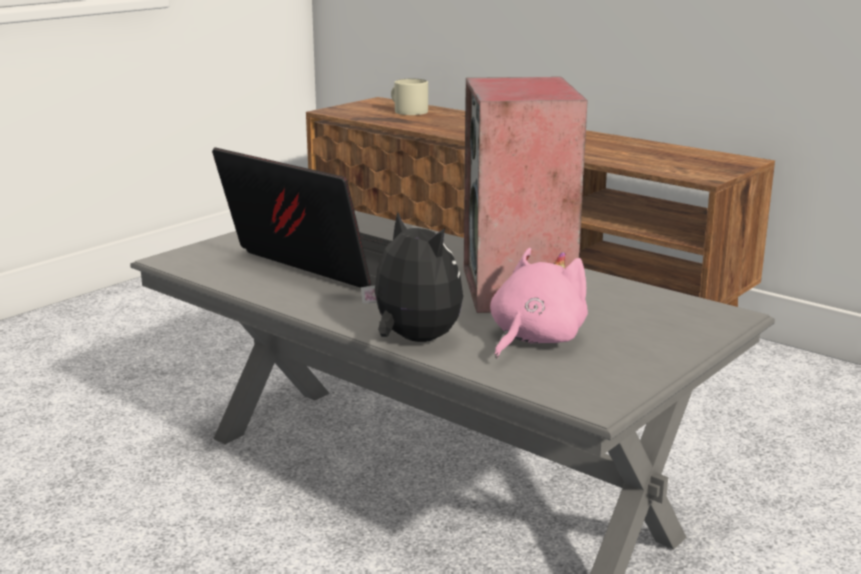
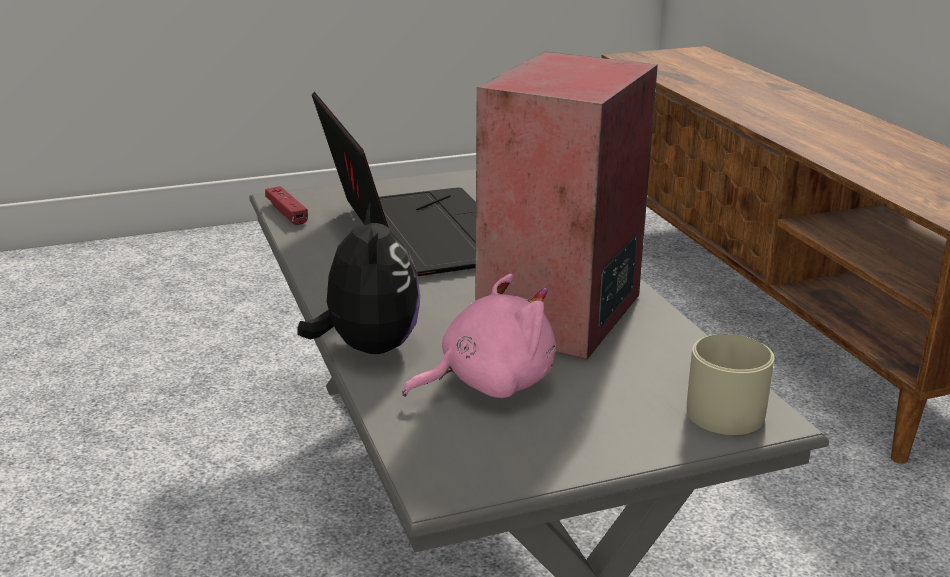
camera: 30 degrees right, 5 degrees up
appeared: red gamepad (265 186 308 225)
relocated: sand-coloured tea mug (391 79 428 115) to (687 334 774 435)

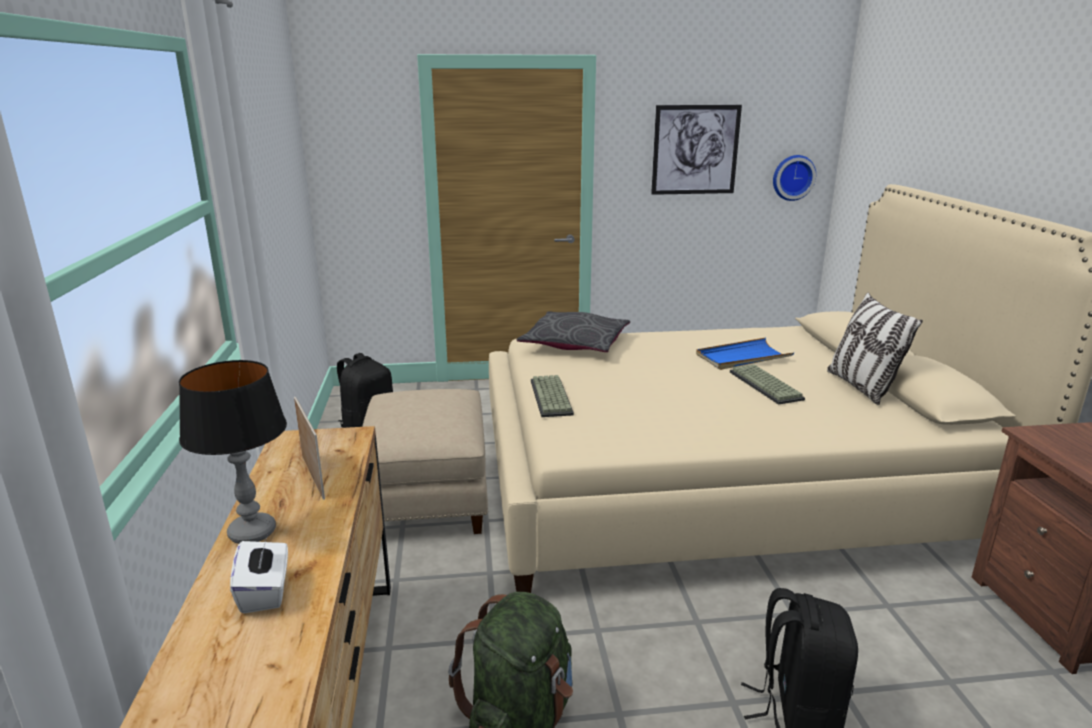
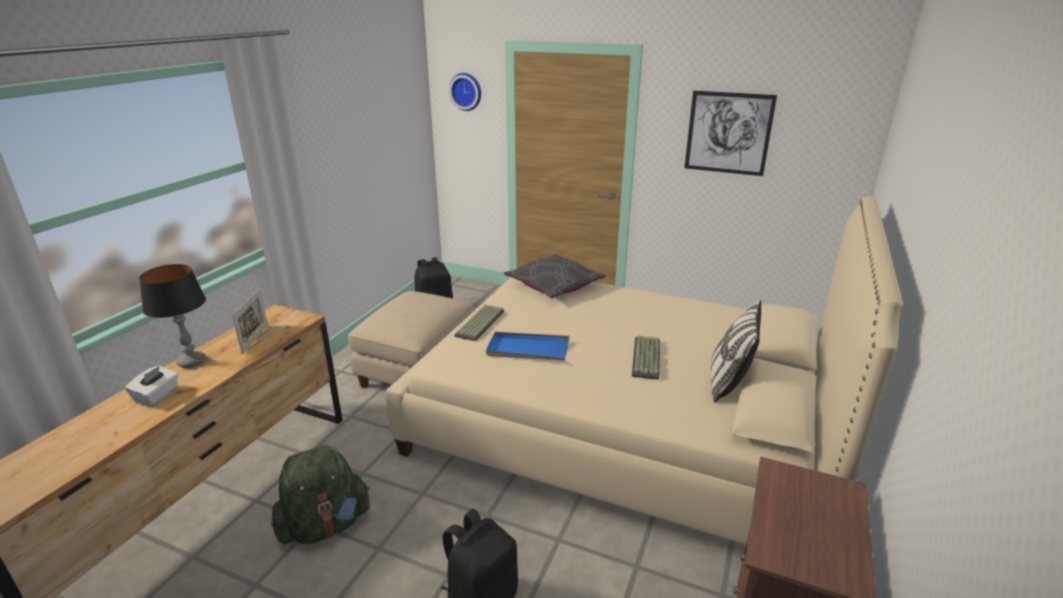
camera: 30 degrees right, 5 degrees up
relocated: wall clock (773 155 816 201) to (449 73 481 111); blue carrying tray (696 338 794 370) to (486 332 569 361)

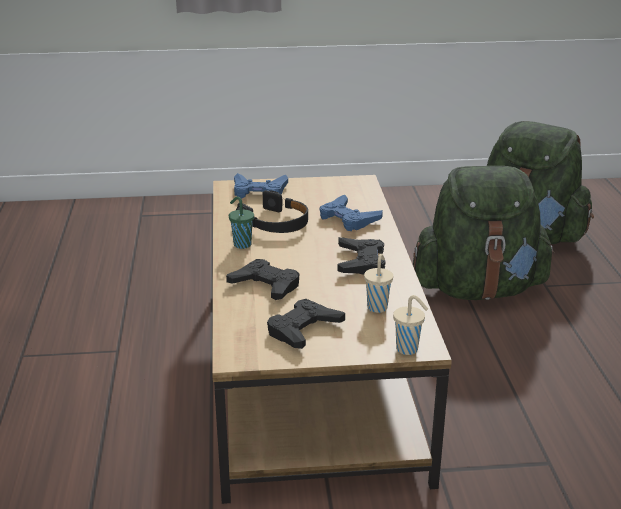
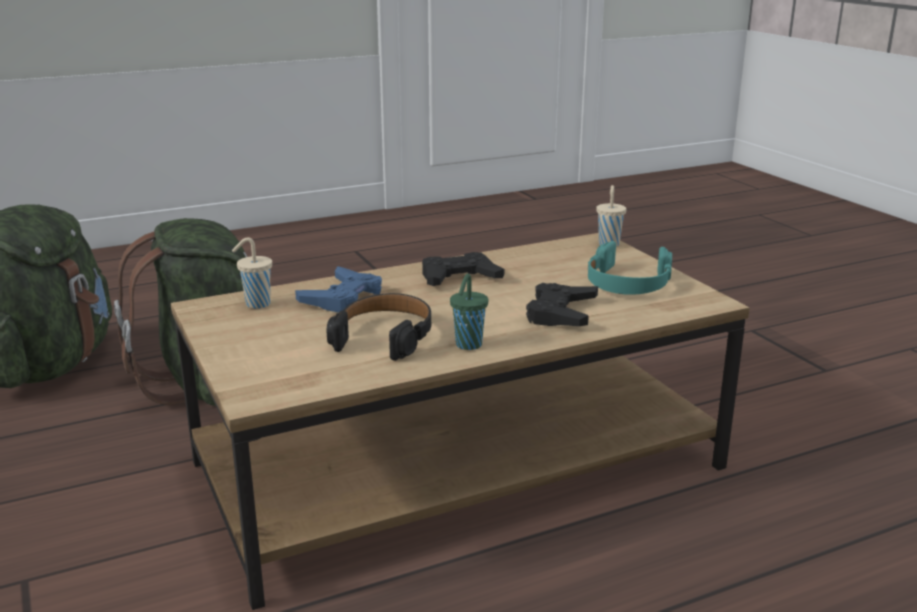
camera: 110 degrees left, 5 degrees down
missing: blue gamepad (234 173 288 199)
relocated: sand-coloured cup (364 254 393 313) to (232 237 272 309)
exchanged: black-coloured gamepad (267 299 345 349) to turquoise headset (588 241 672 295)

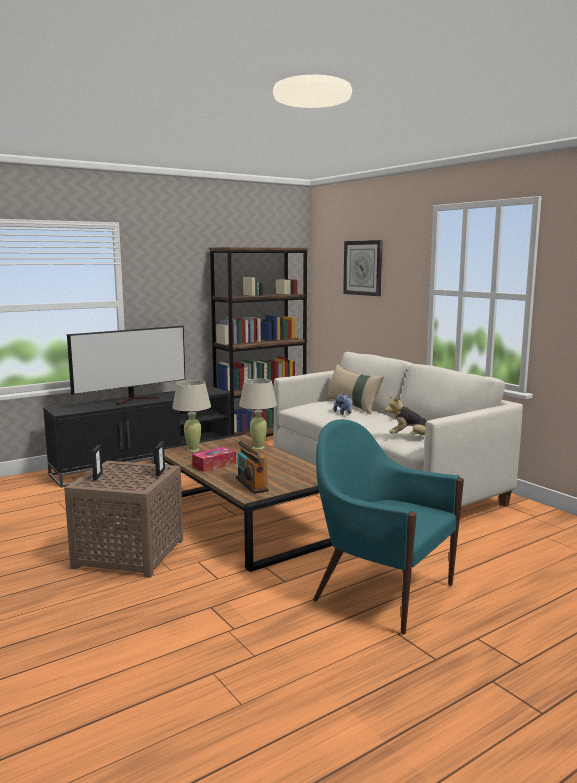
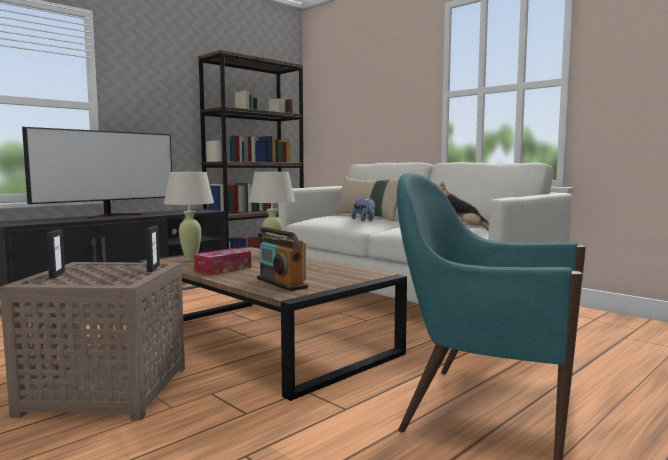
camera: 10 degrees left, 5 degrees down
missing: wall clock (343 240 382 296)

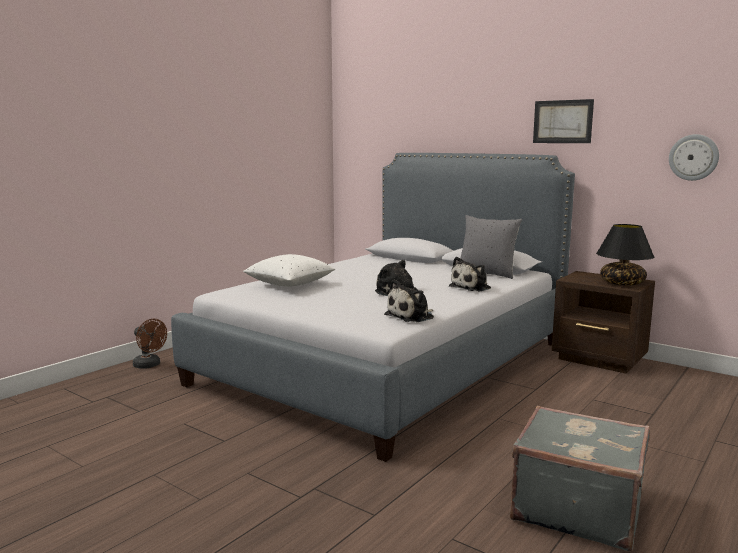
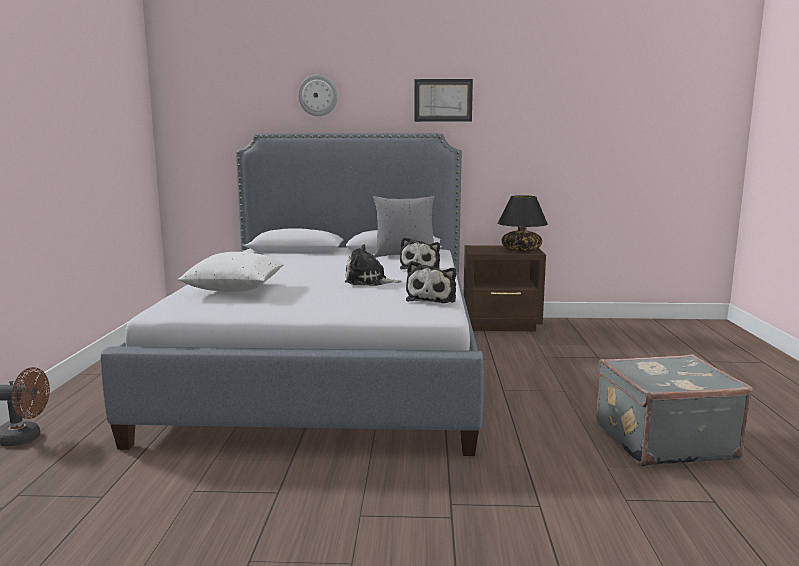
camera: 35 degrees left, 0 degrees up
relocated: wall clock (669 134 719 181) to (298 75 338 116)

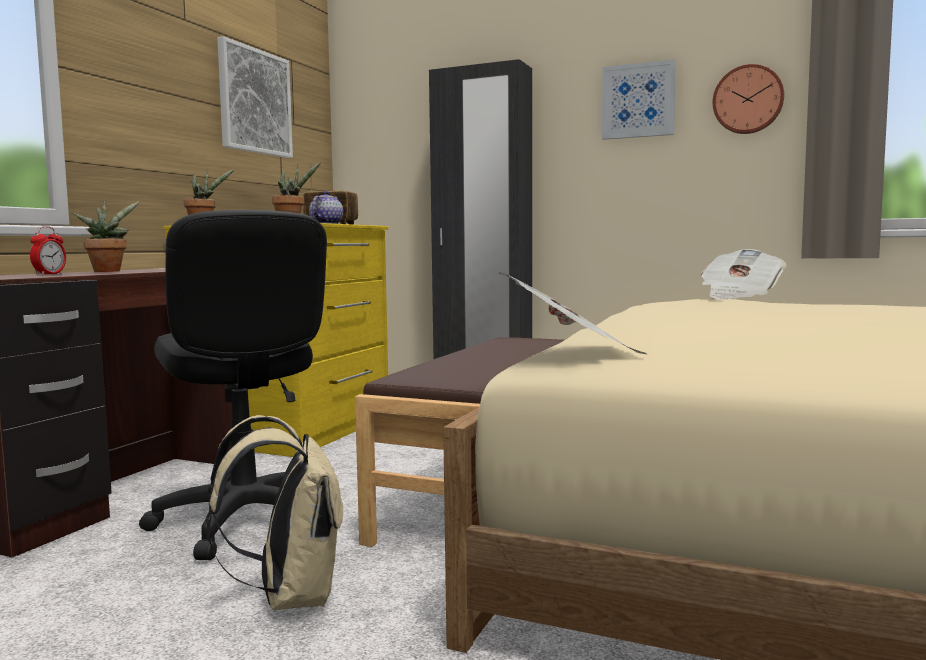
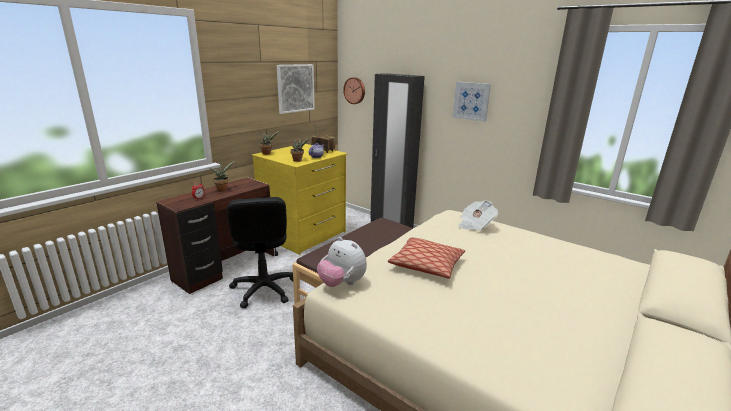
camera: 15 degrees right, 15 degrees up
missing: sand-coloured rucksack (206 415 343 611)
appeared: throw pillow (388 238 465 278)
relocated: wall clock (712 64 784 134) to (343 77 365 104)
exchanged: printed paper (498 272 647 354) to cuddly toy (317 237 367 287)

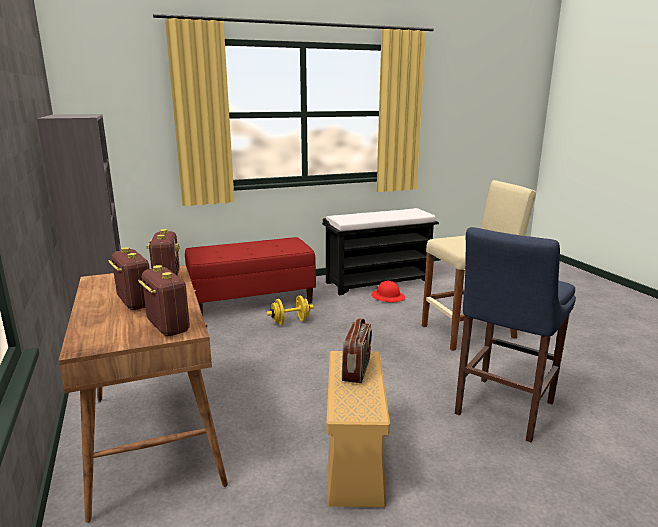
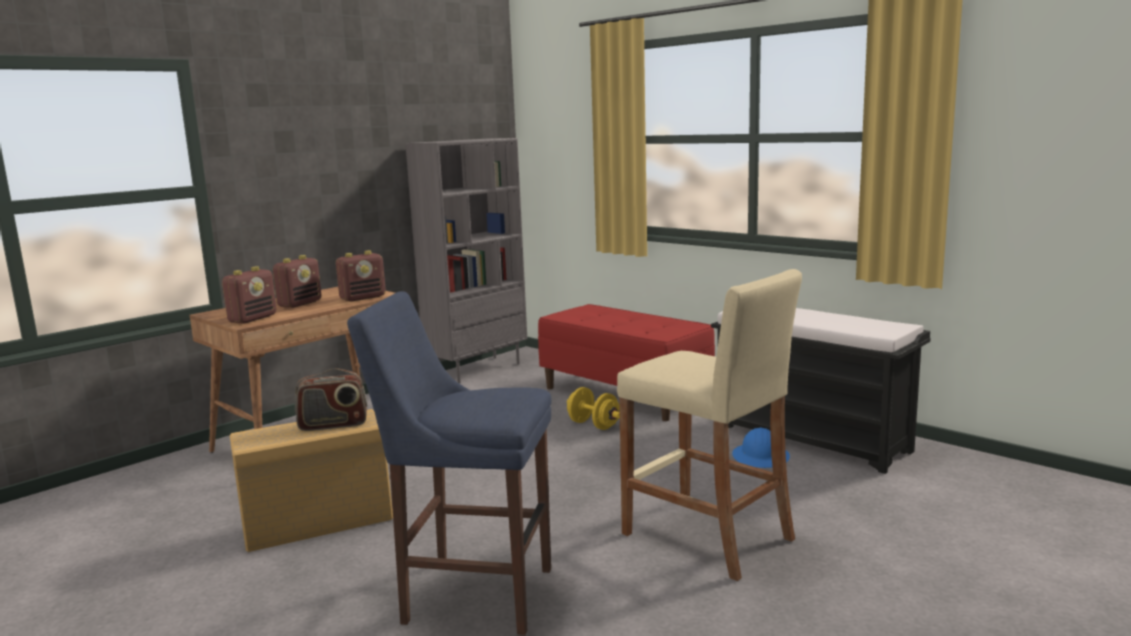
camera: 65 degrees right, 5 degrees down
colour: red hard hat (371 281 405 302) to blue hard hat (732 428 790 468)

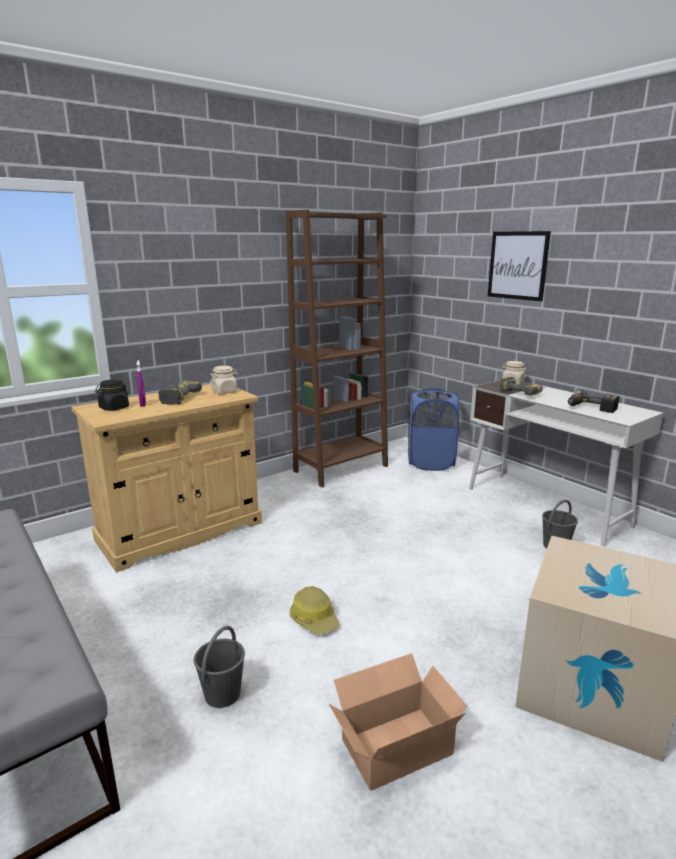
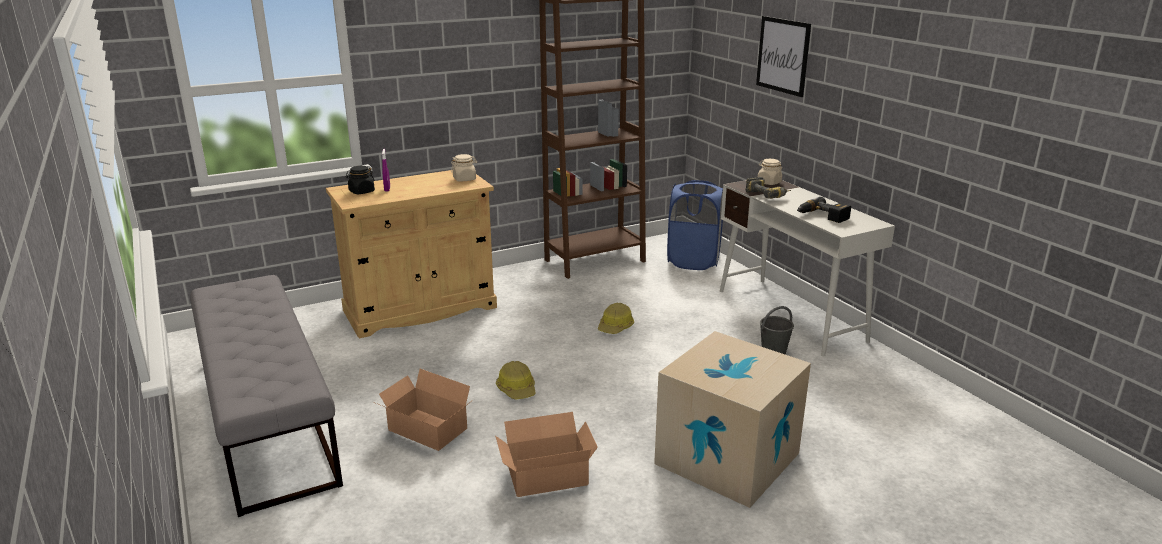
camera: 10 degrees right, 5 degrees up
missing: drill (158 381 202 405)
appeared: hard hat (598 303 634 334)
exchanged: gray water bucket (194 625 245 708) to cardboard box (376 369 473 451)

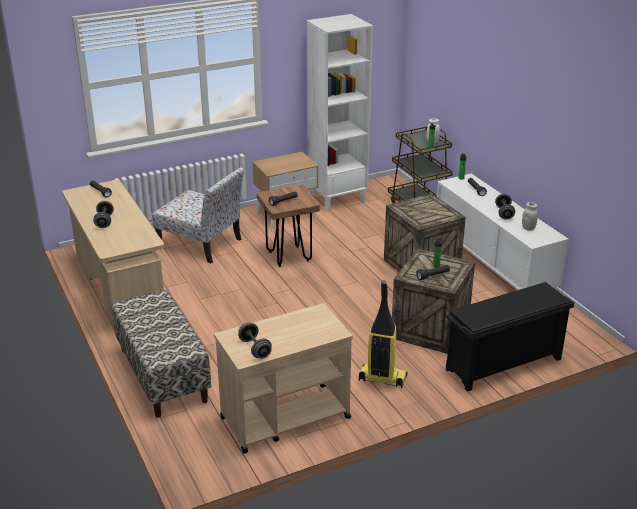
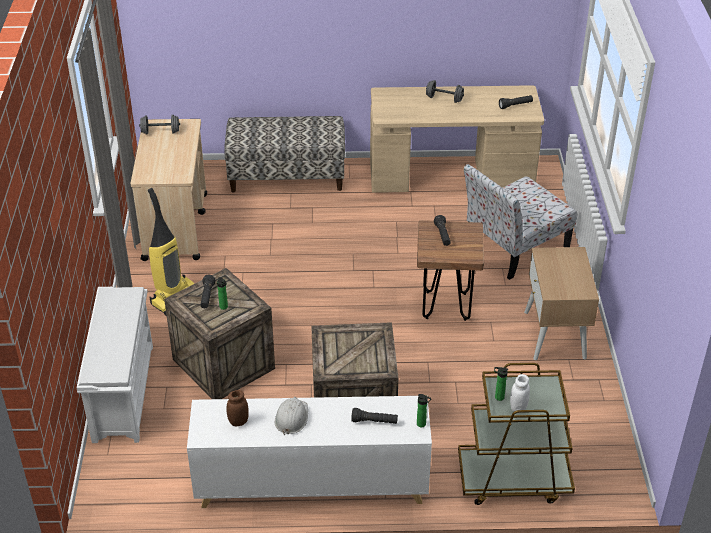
camera: 115 degrees right, 10 degrees up
missing: whitish shelving unit (307 14 373 211)
exchanged: gray dumbbell (495 194 515 220) to whitish hard hat (275 397 308 435)
colour: whitish preserve jar (522 202 538 231) to brown preserve jar (227 390 249 426); black-coloured shoe shelf (446 282 574 392) to whitish shoe shelf (77 287 153 443)

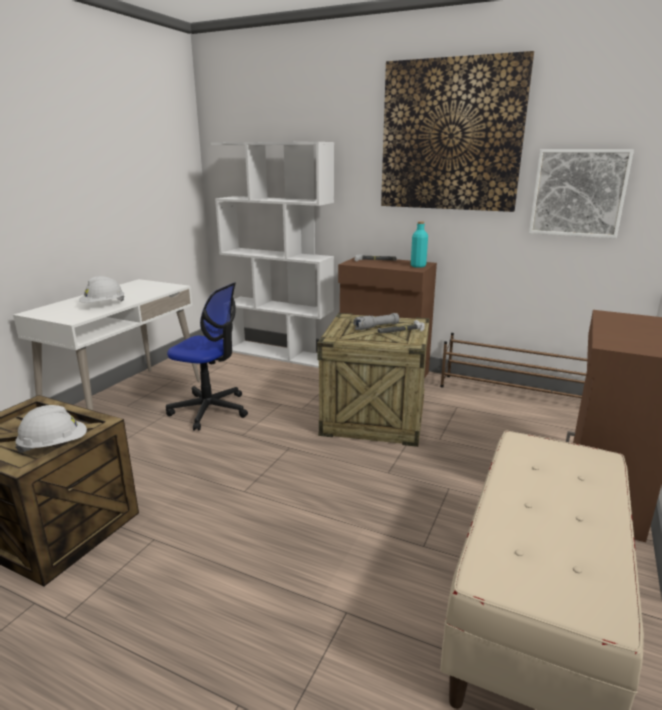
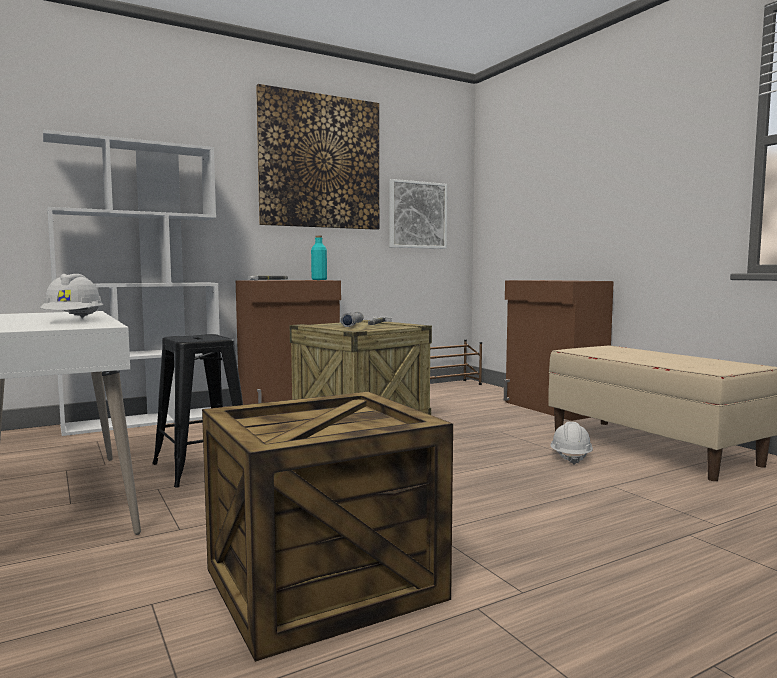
camera: 55 degrees left, 15 degrees down
relocated: whitish hard hat (15 405 87 453) to (550 422 593 465)
exchanged: desk chair (166 282 248 431) to black-coloured sitting stool (152 334 243 488)

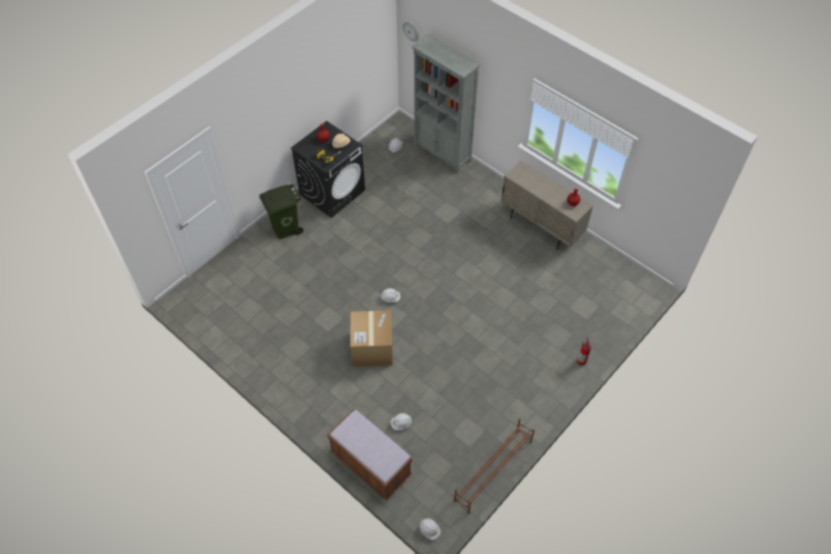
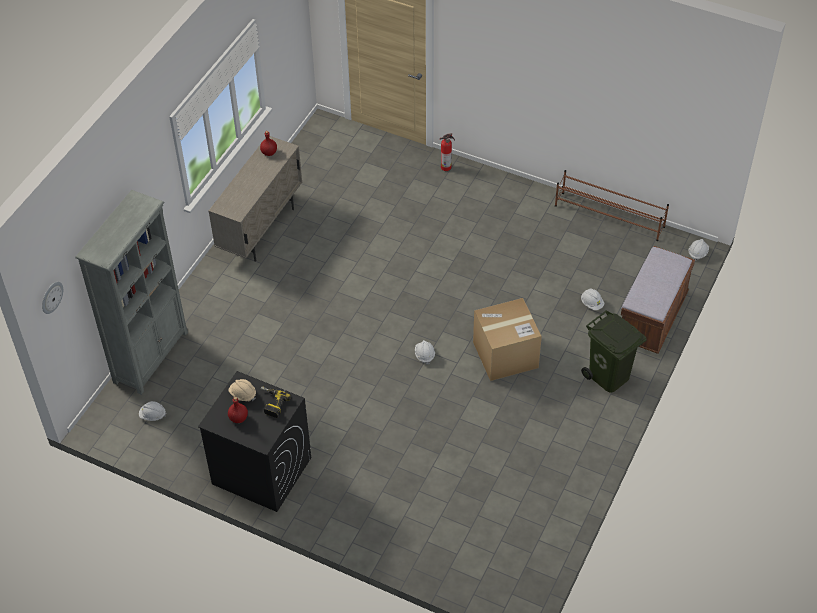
camera: 105 degrees left, 5 degrees down
relocated: green-coloured waste bin (259 184 303 239) to (581 310 646 392)

